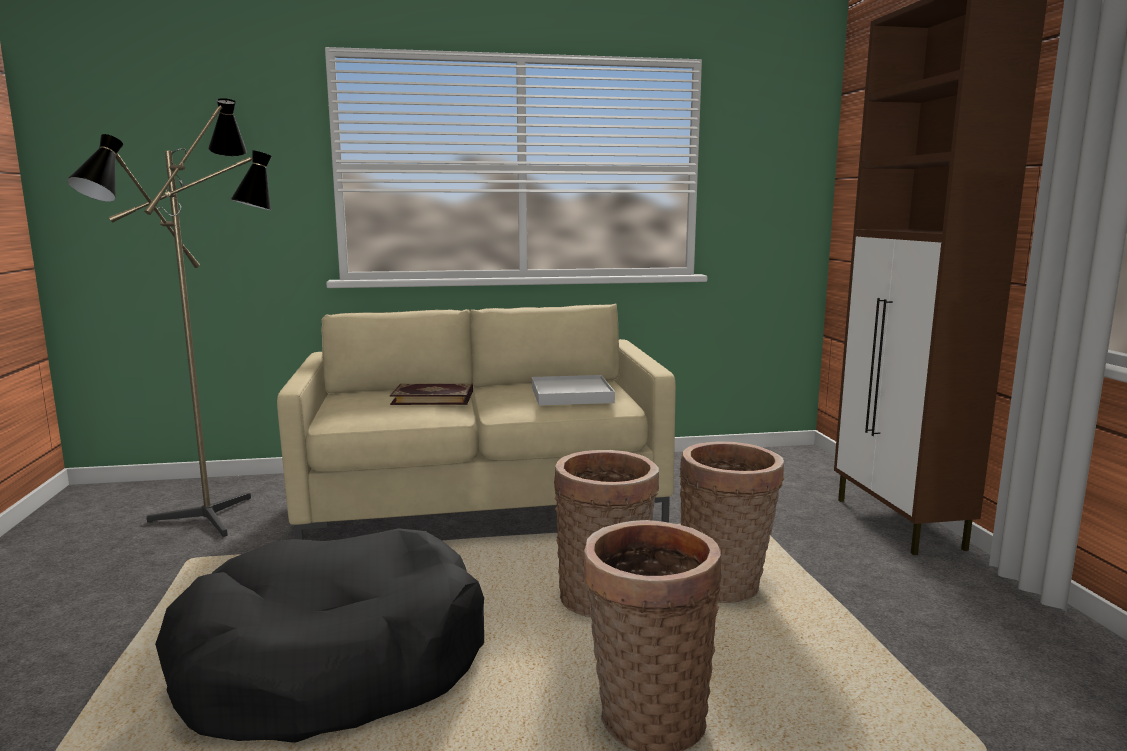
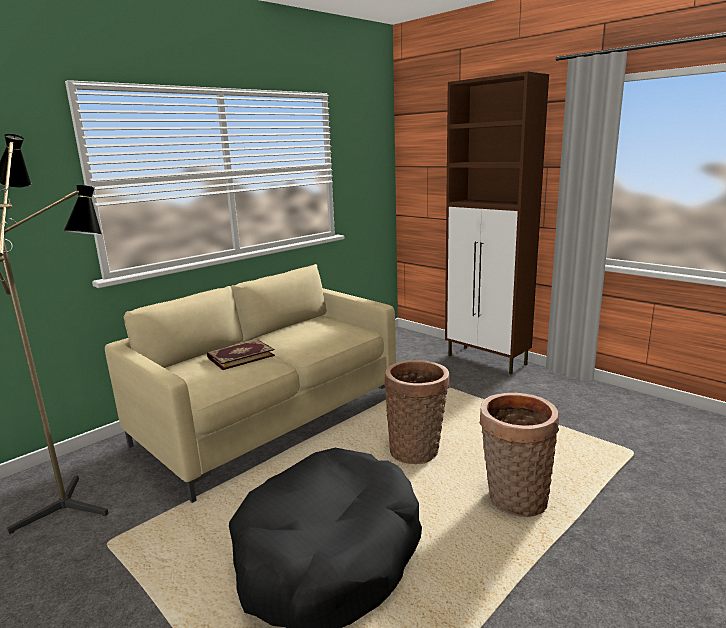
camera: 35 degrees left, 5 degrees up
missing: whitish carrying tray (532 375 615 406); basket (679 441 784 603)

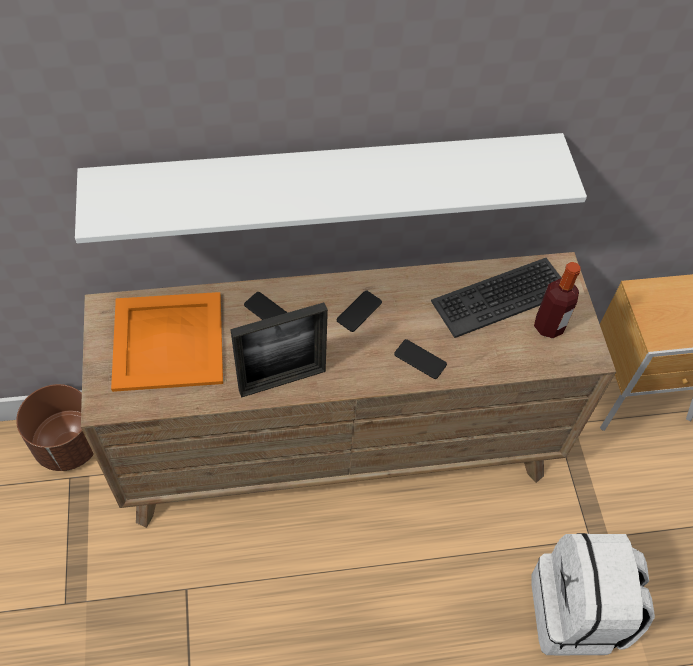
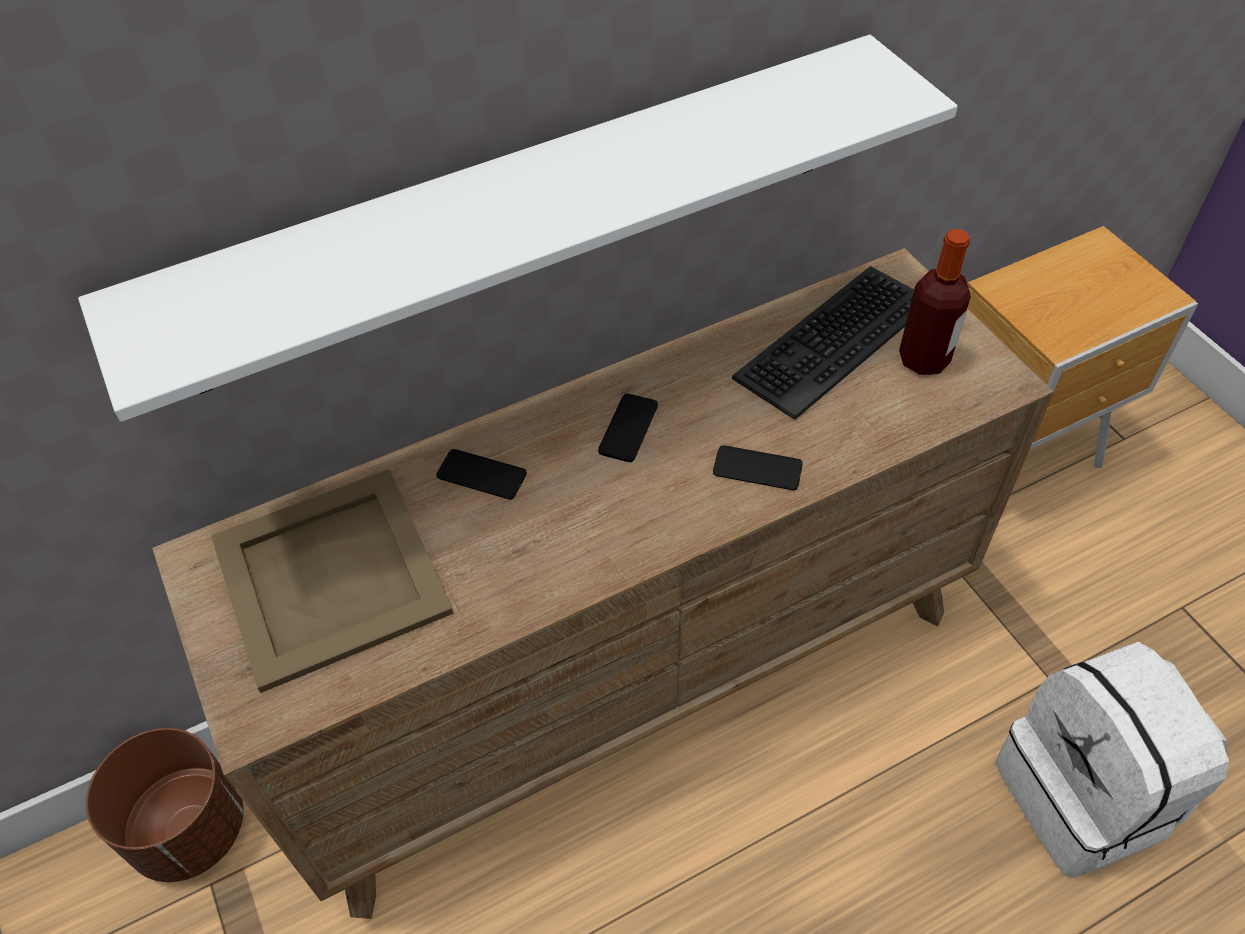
camera: 15 degrees left, 5 degrees down
missing: picture frame (230 302 328 398)
colour: orangey carrying tray (111 292 223 392) to sand-coloured carrying tray (211 469 453 693)

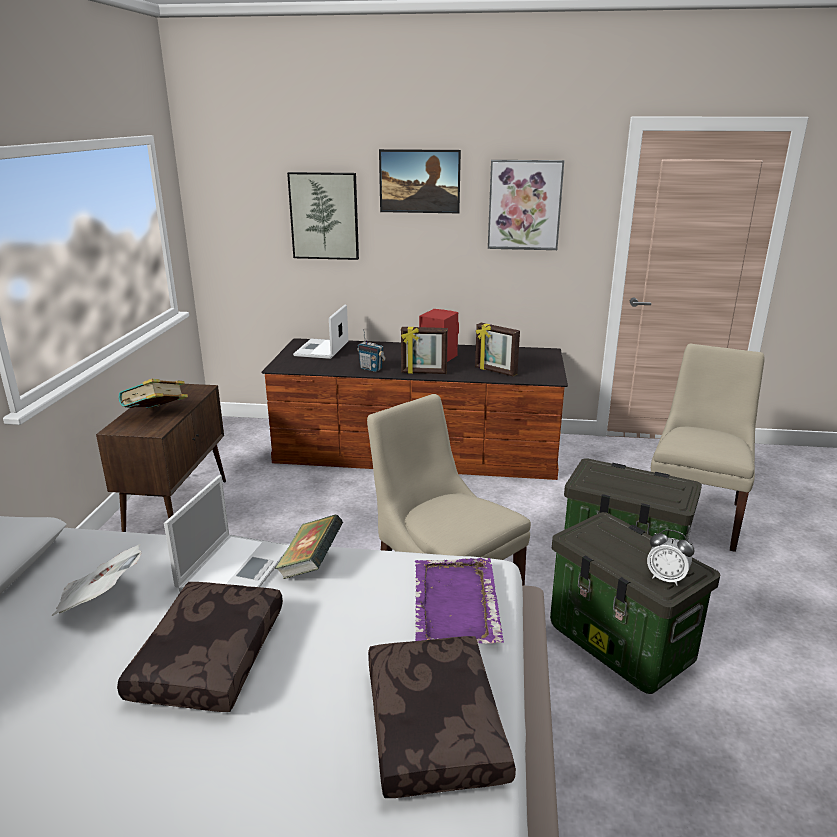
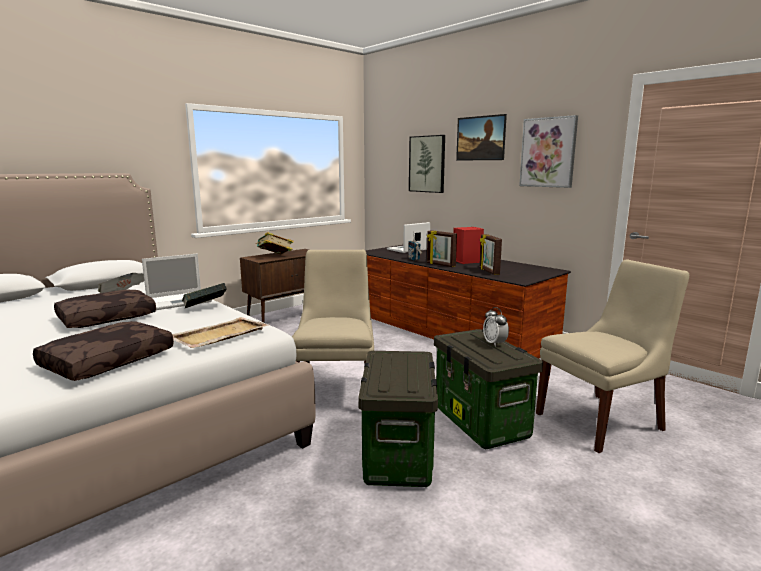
camera: 40 degrees right, 10 degrees down
relocated: bedside clock (647 529 694 586) to (483 307 509 347)
colour: purple-coloured carrying tray (414 558 504 644) to sand-coloured carrying tray (172 317 269 348)

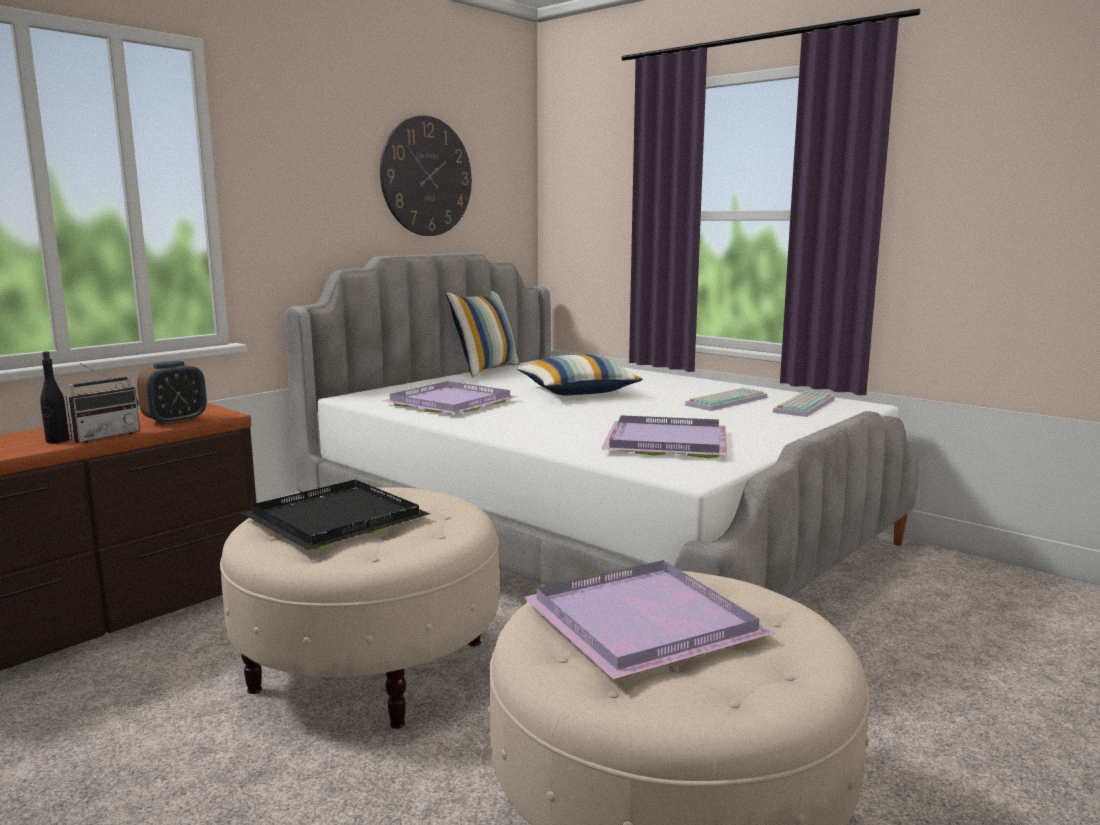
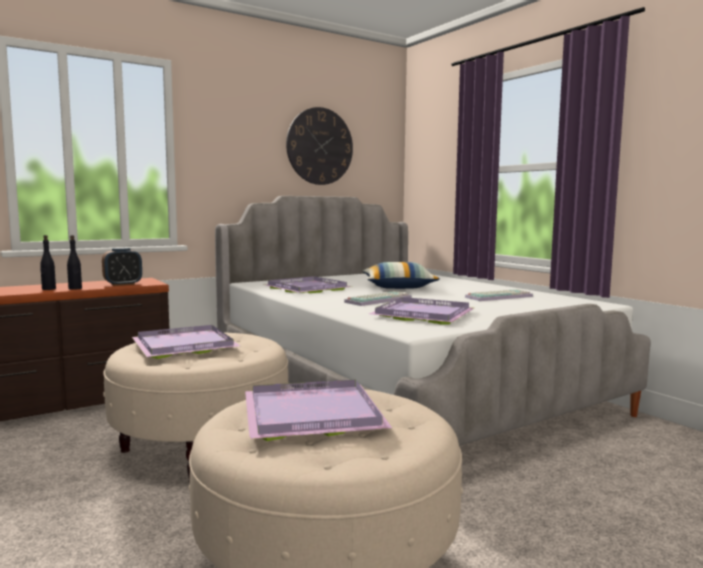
camera: 15 degrees right, 5 degrees down
missing: throw pillow (446 291 520 377)
relocated: PC keyboard (772 391 835 417) to (344 291 412 306)
exchanged: radio (66 363 140 443) to black-coloured drink bottle (67 235 82 290)
colour: black-coloured carrying tray (242 479 430 550) to purple-coloured carrying tray (132 325 240 359)

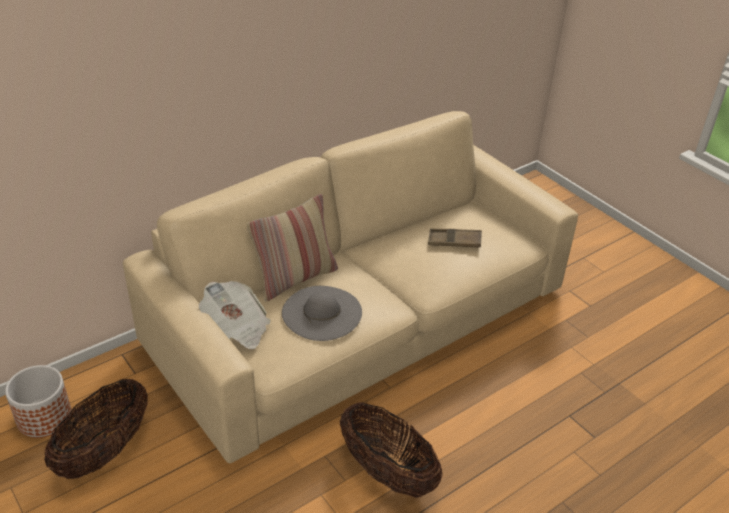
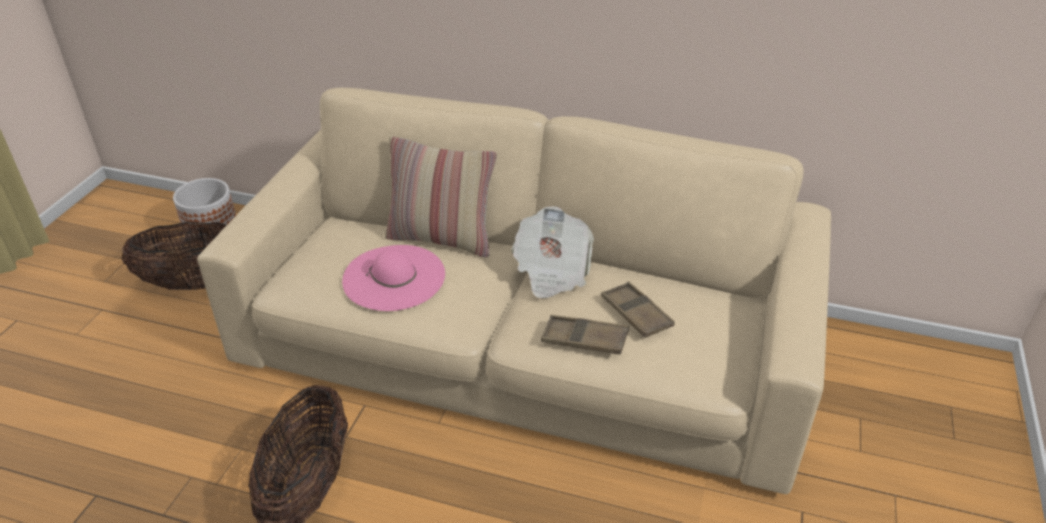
camera: 55 degrees right, 0 degrees up
appeared: brown carrying tray (541 315 629 354)
relocated: printed paper (199 281 271 349) to (511 206 594 299)
colour: gray hat (282 286 362 341) to pink hat (342 245 445 311)

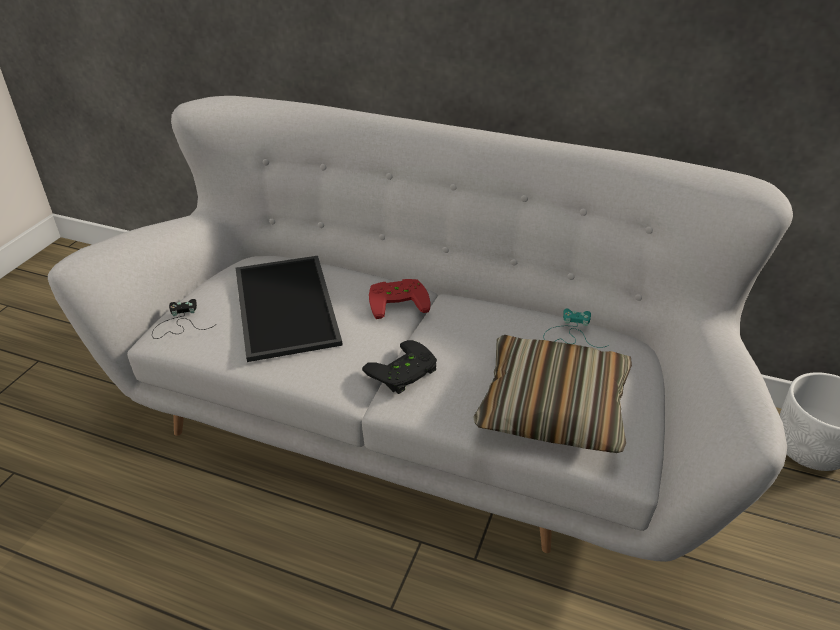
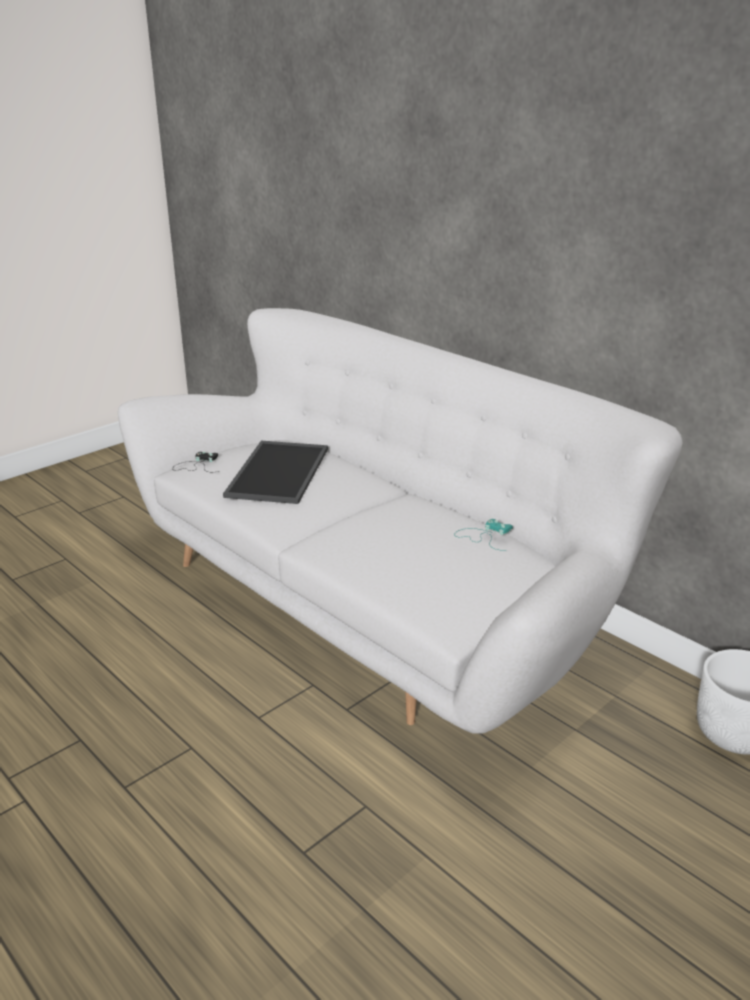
camera: 25 degrees right, 10 degrees down
missing: red gamepad (369 279 430 319); throw pillow (473 335 632 453); black-coloured gamepad (362 340 437 394)

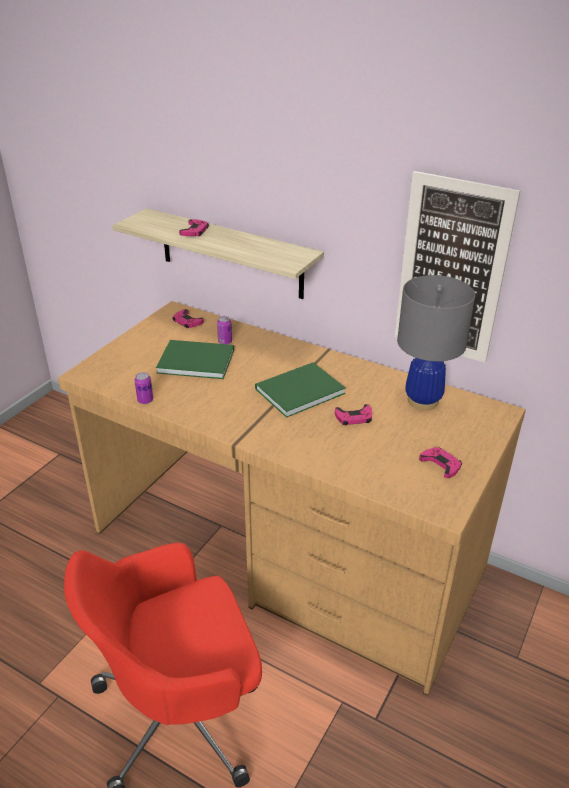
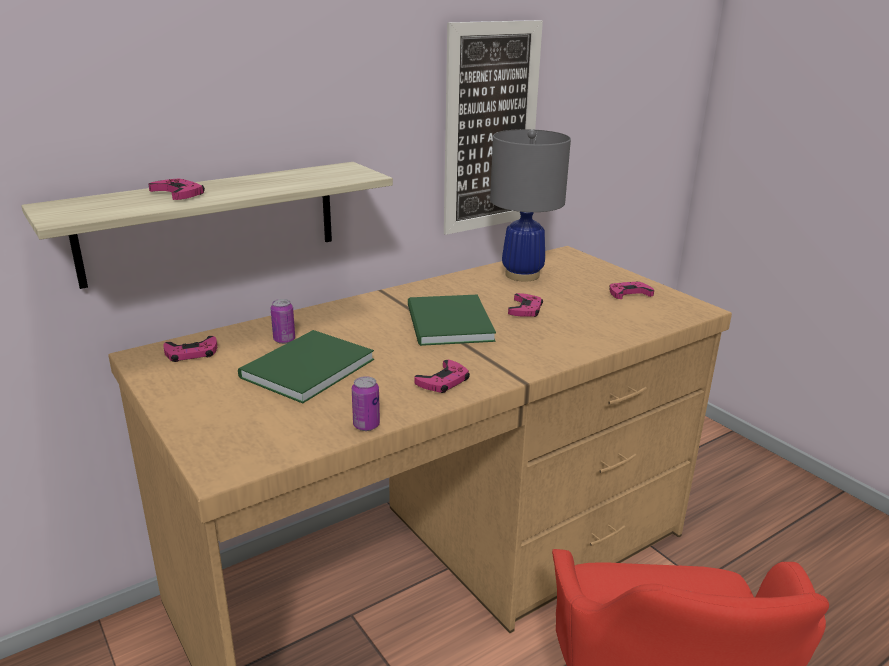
camera: 65 degrees left, 10 degrees down
appeared: pink gamepad (414 360 470 393)

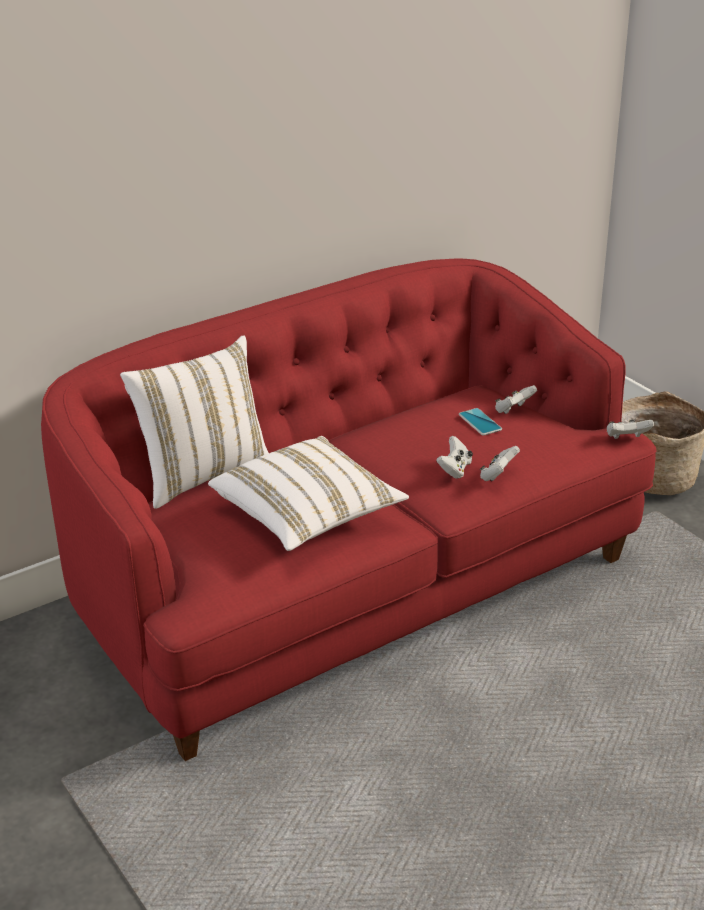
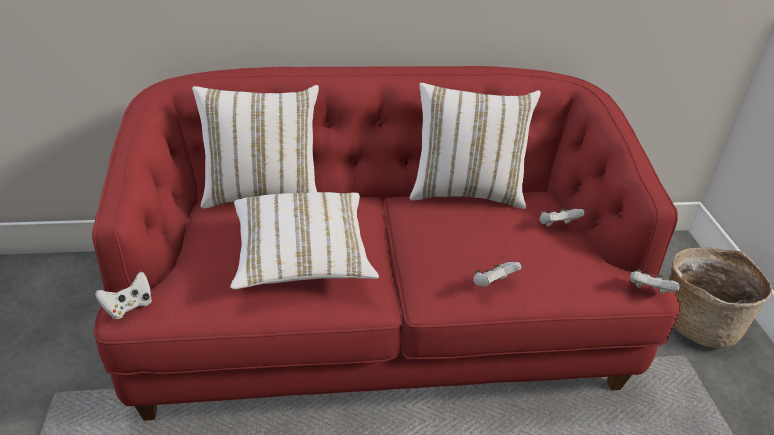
camera: 25 degrees right, 5 degrees up
missing: handset (459 408 502 436)
appeared: whitish throw pillow (410 83 541 209)
relocated: whitish gamepad (436 436 473 479) to (95 271 152 319)

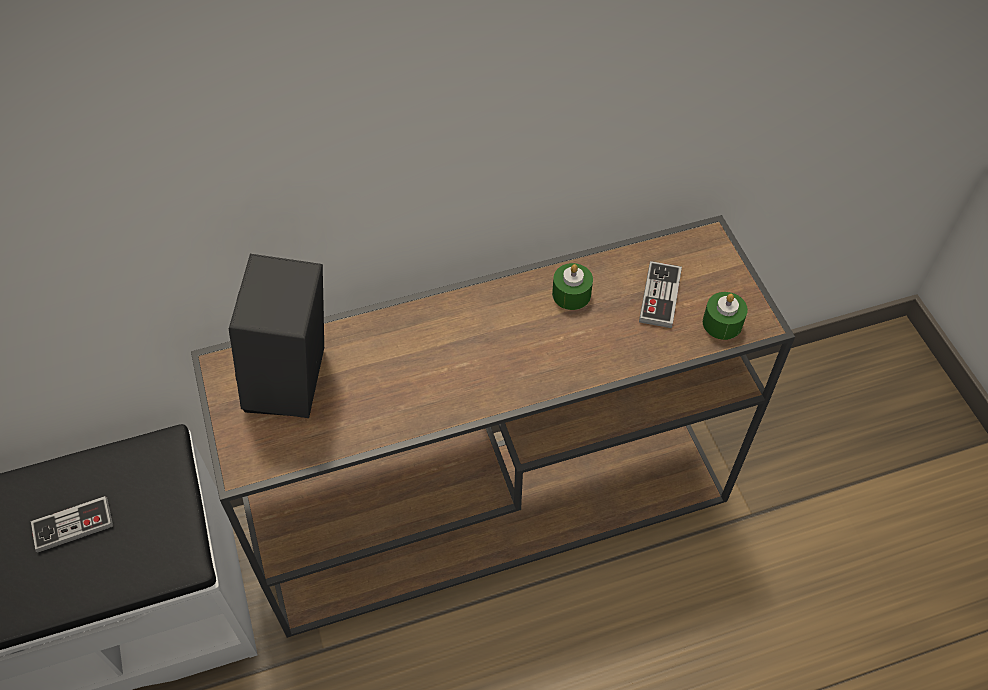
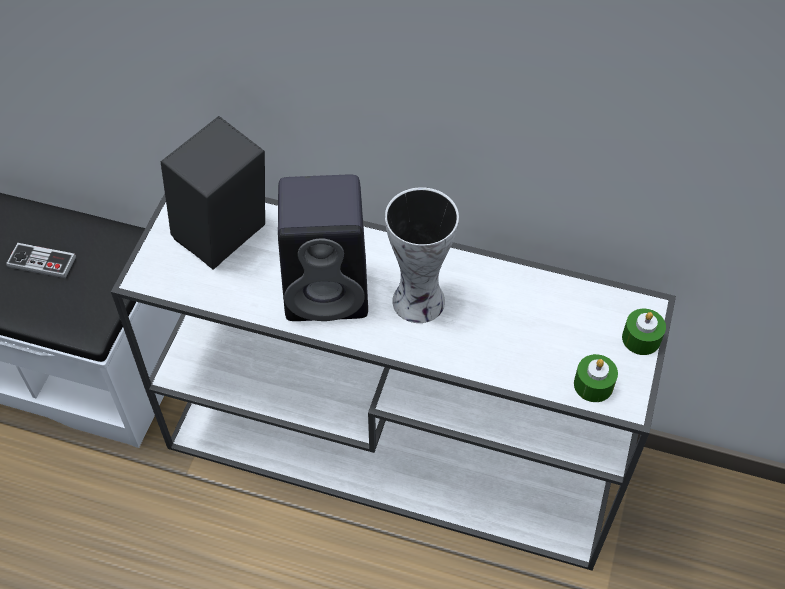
camera: 35 degrees right, 0 degrees up
missing: gamepad (639 261 682 328)
appeared: black-coloured speaker (278 175 368 321); decorative vase (385 187 459 323)
relocated: green-coloured wax candle (552 263 593 310) to (622 309 666 355)
colour: brown console table (191 215 795 638) to whitish console table (111 194 676 571)

